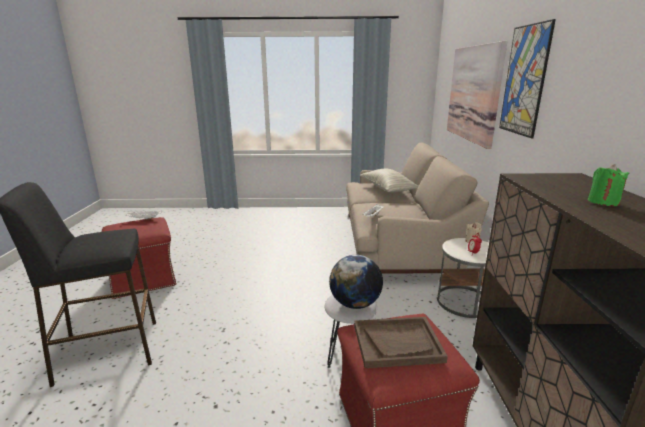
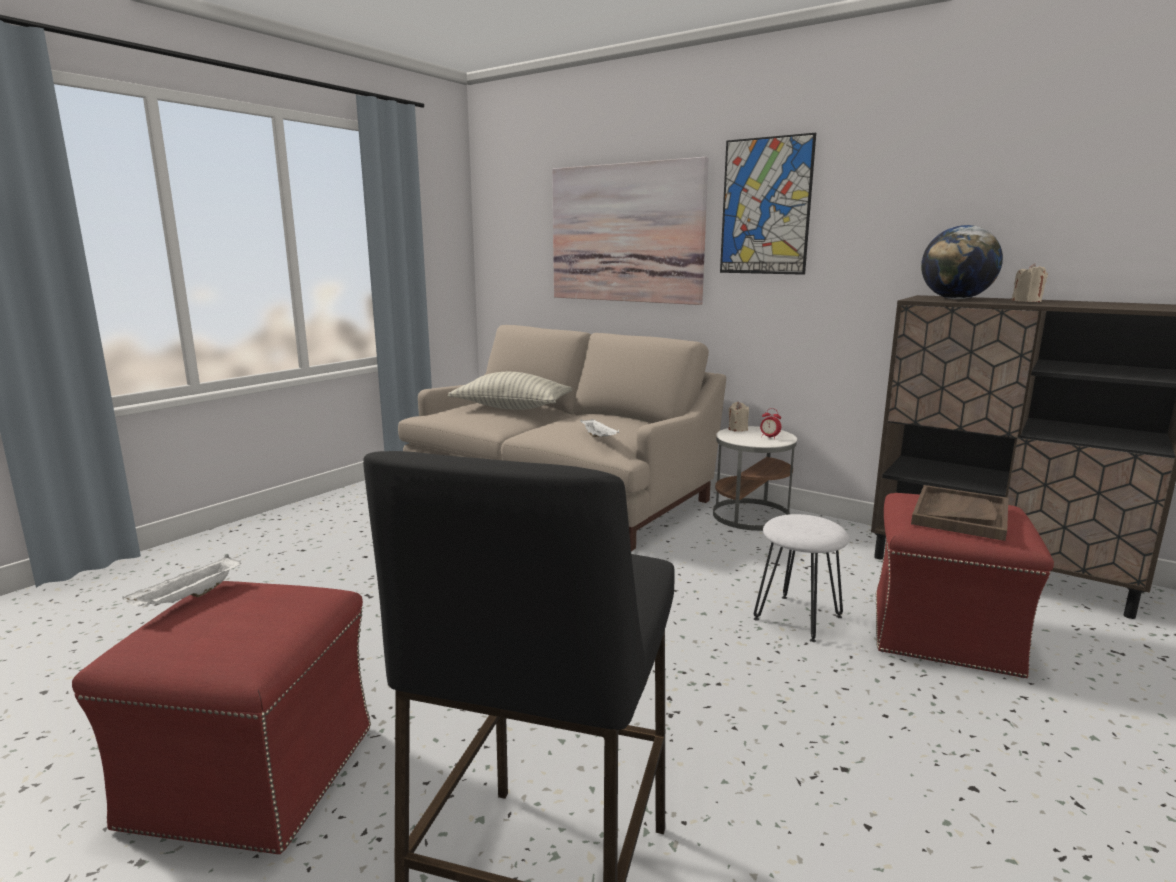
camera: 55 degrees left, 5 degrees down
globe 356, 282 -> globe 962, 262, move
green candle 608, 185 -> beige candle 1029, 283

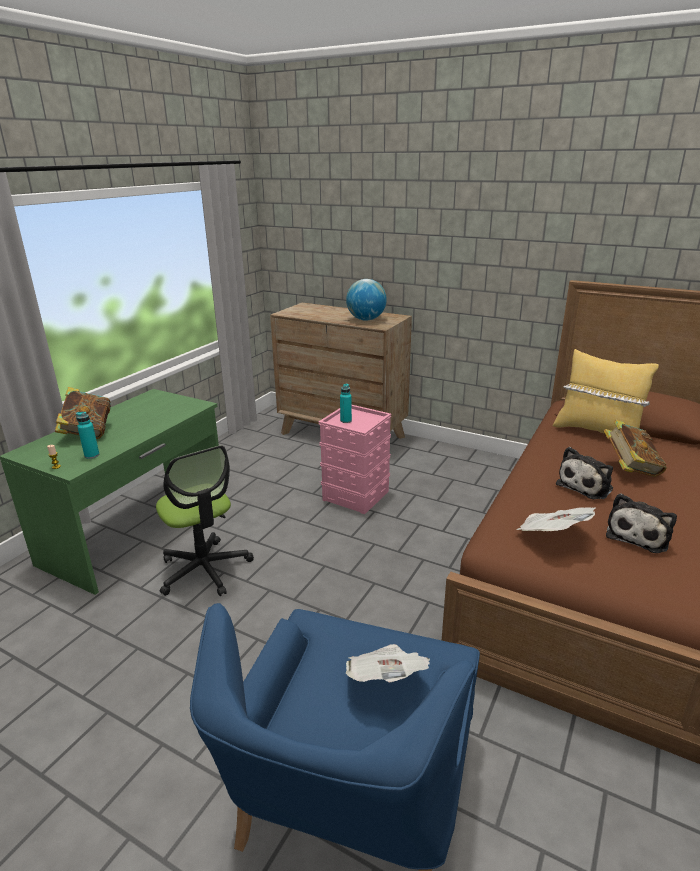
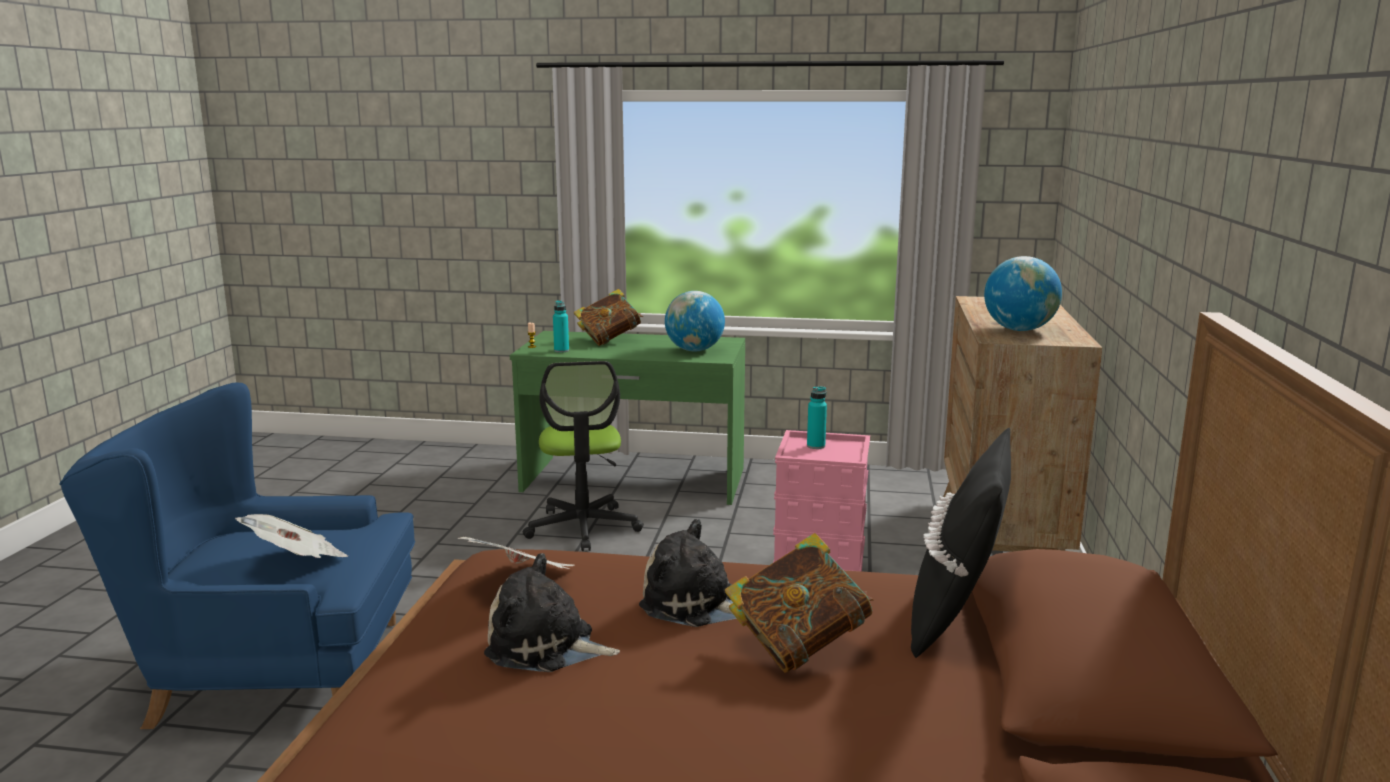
camera: 70 degrees right, 10 degrees down
office chair 205, 520 -> office chair 583, 456, 45 degrees counterclockwise
yellow pillow 606, 391 -> black pillow 961, 542
none -> globe 695, 321

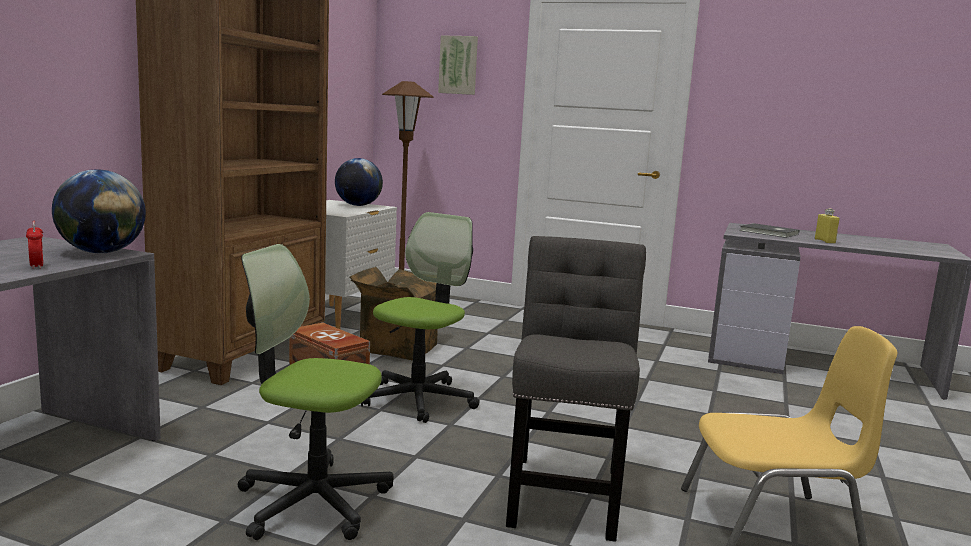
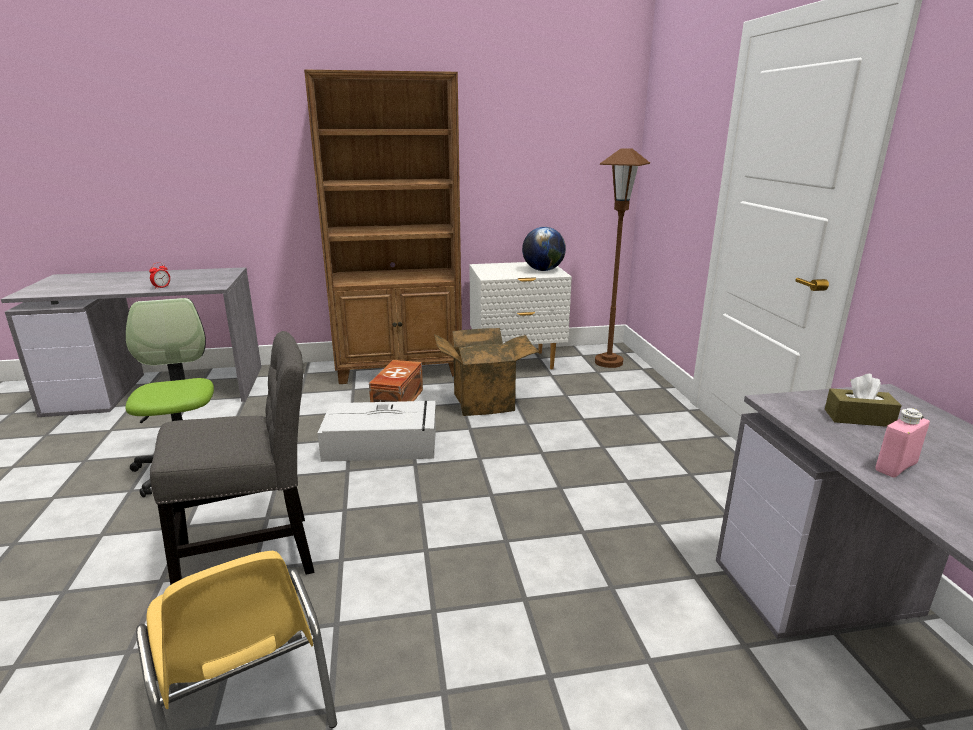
camera: 60 degrees right, 10 degrees up
globe 99, 211 -> none
office chair 420, 317 -> grey storage box 376, 431
picture 458, 65 -> none
grey book 769, 230 -> brown tissue box 863, 400
yellow bottle 827, 226 -> pink bottle 903, 443

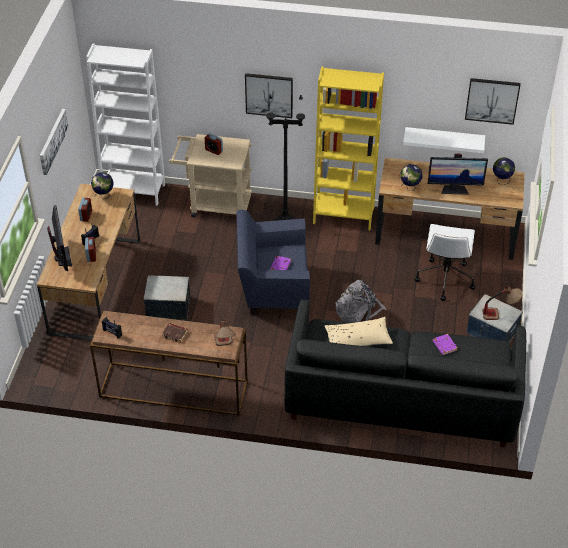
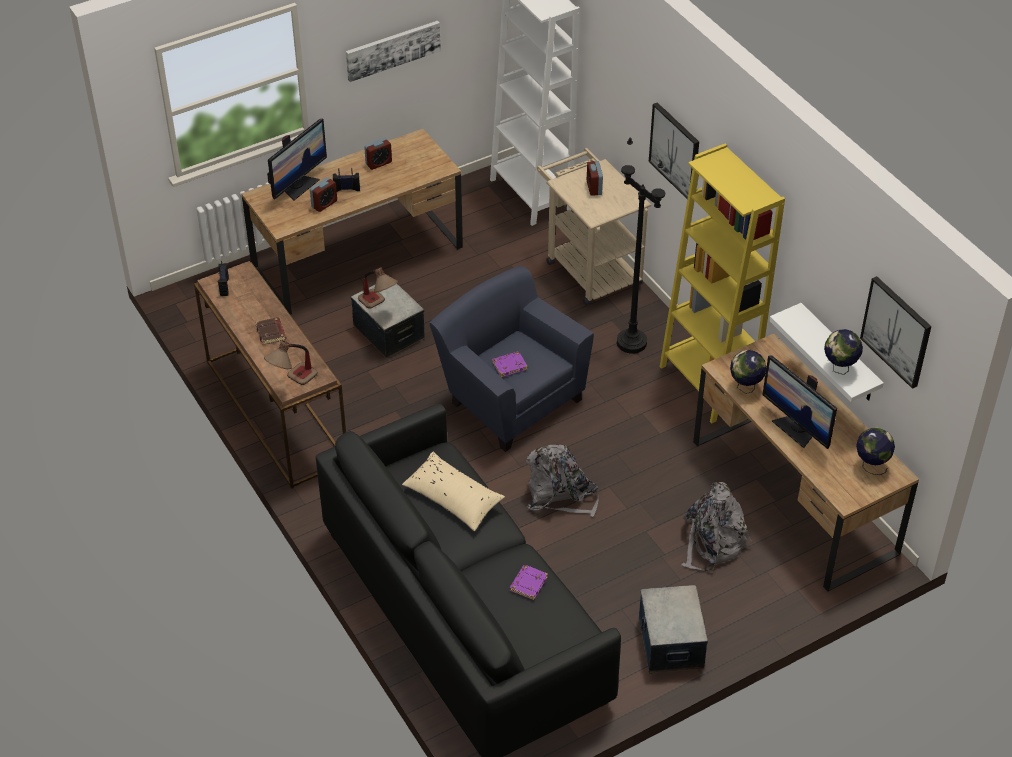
camera: 50 degrees right, 0 degrees up
globe 102, 185 -> globe 843, 352, move
white office chair 445, 262 -> grey backpack 716, 527
table lamp 502, 303 -> table lamp 378, 288, move

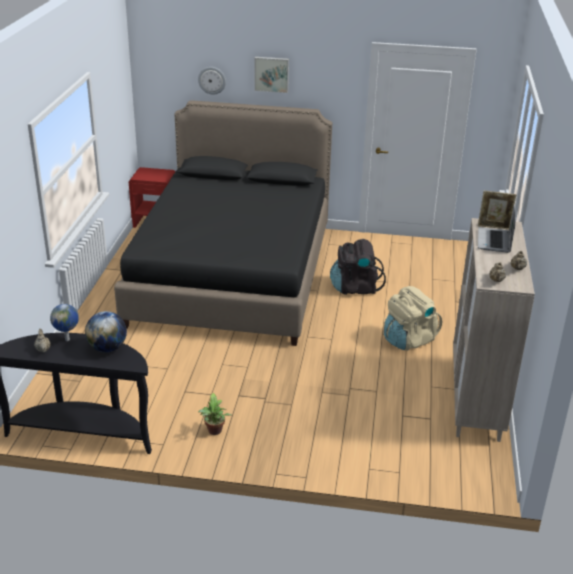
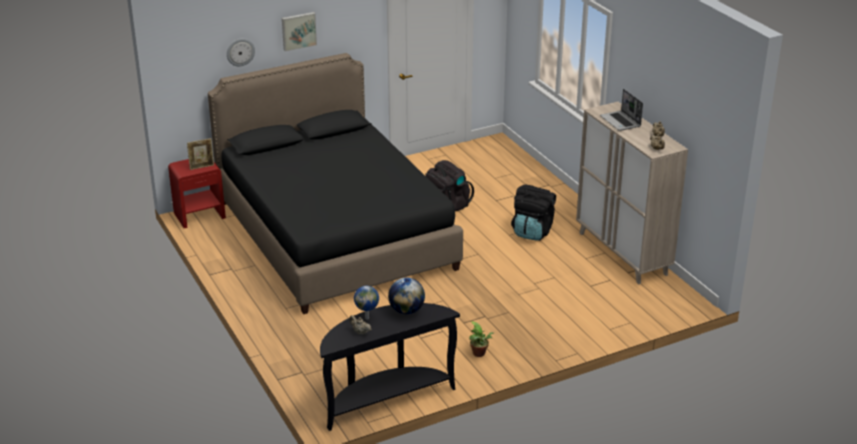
camera: 35 degrees left, 0 degrees up
beige backpack 413, 318 -> black backpack 533, 212
picture frame 497, 210 -> picture frame 200, 154, move

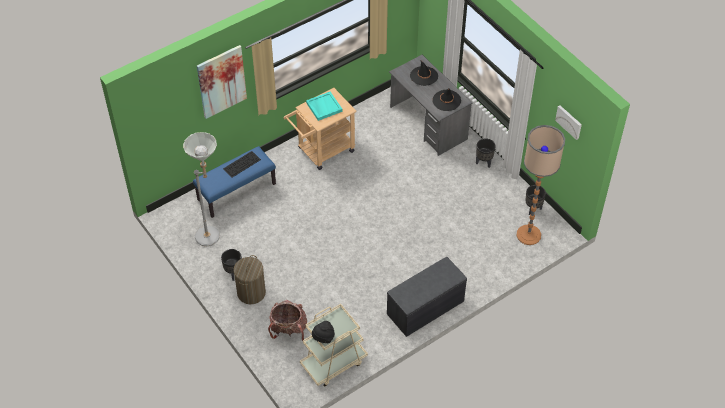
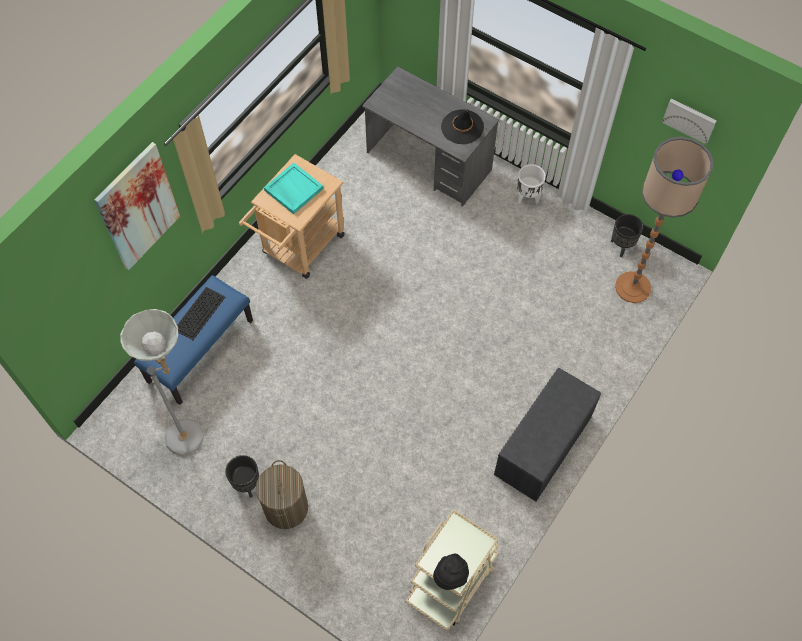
camera: 20 degrees left, 10 degrees up
backpack 287, 320 -> none
black hat 424, 73 -> none
black planter 486, 153 -> white planter 531, 184

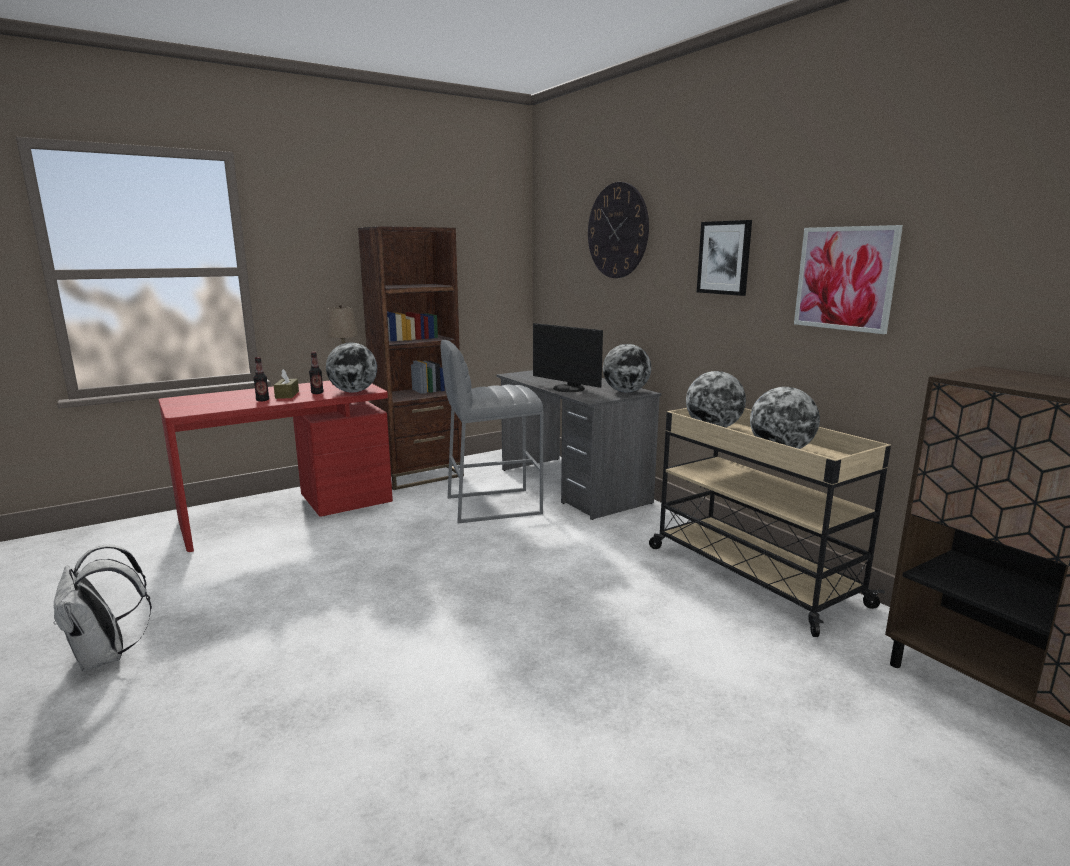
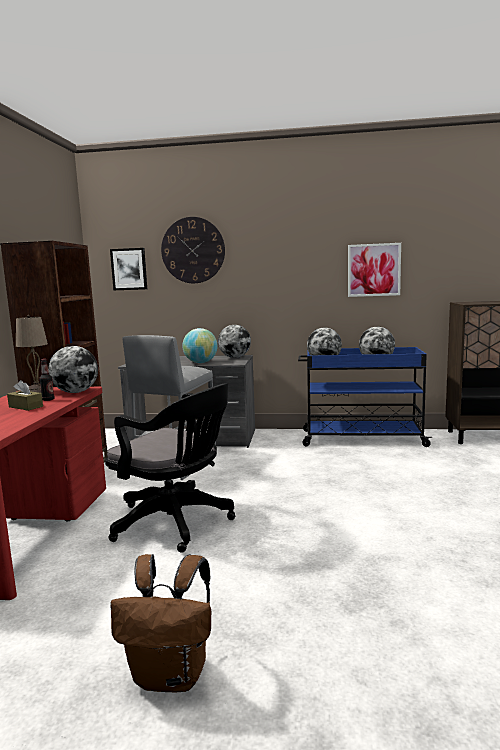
camera: 50 degrees left, 5 degrees down
white backpack 103, 607 -> brown backpack 160, 623
bottle 261, 379 -> none
monitor 568, 357 -> globe 200, 345
beige cart 770, 522 -> blue cart 365, 397
picture 724, 258 -> picture 128, 269, move
none -> black office chair 170, 468

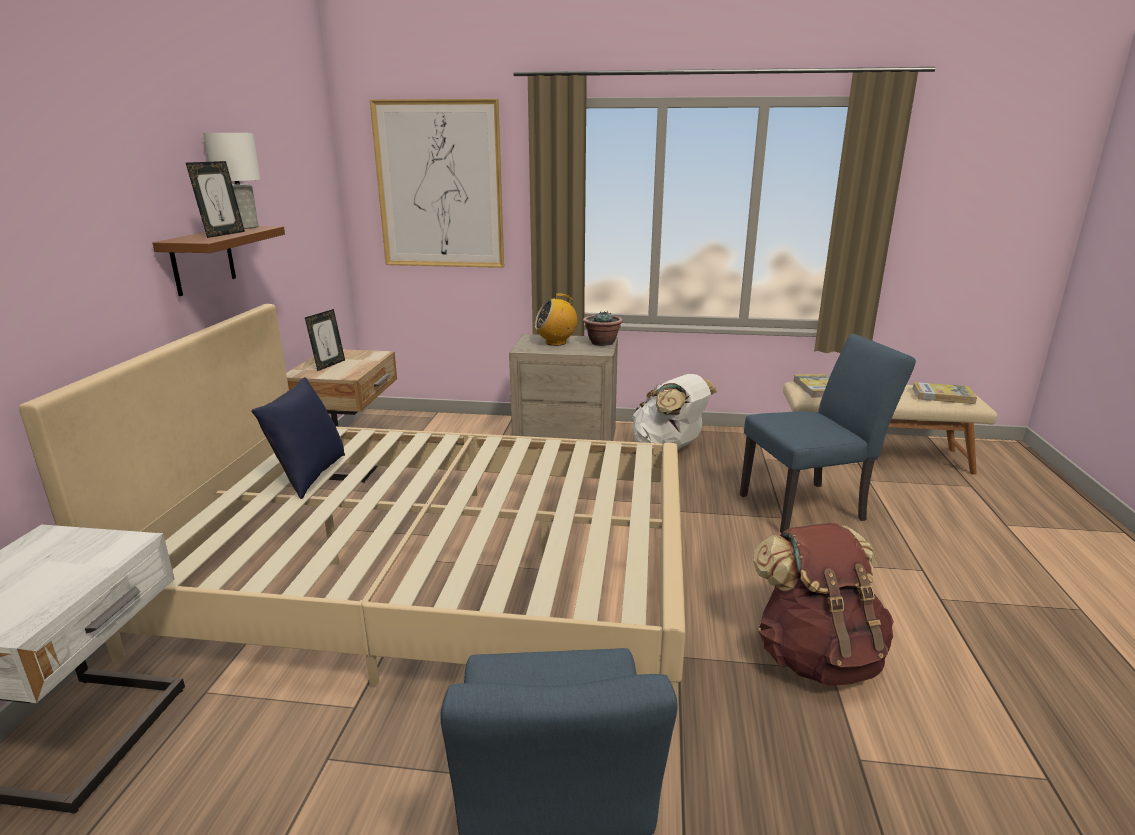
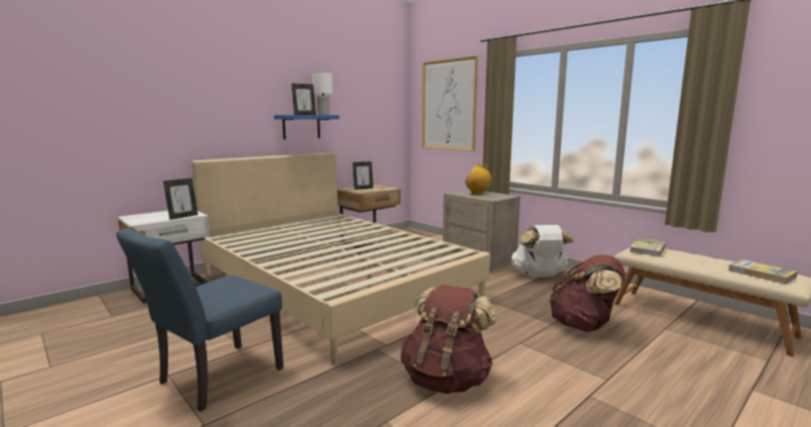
camera: 40 degrees right, 10 degrees down
brown shelf 219, 261 -> blue shelf 306, 127
blue pillow 298, 438 -> none
potted plant 603, 328 -> none
blue chair 828, 433 -> brown backpack 587, 293
none -> picture frame 180, 199

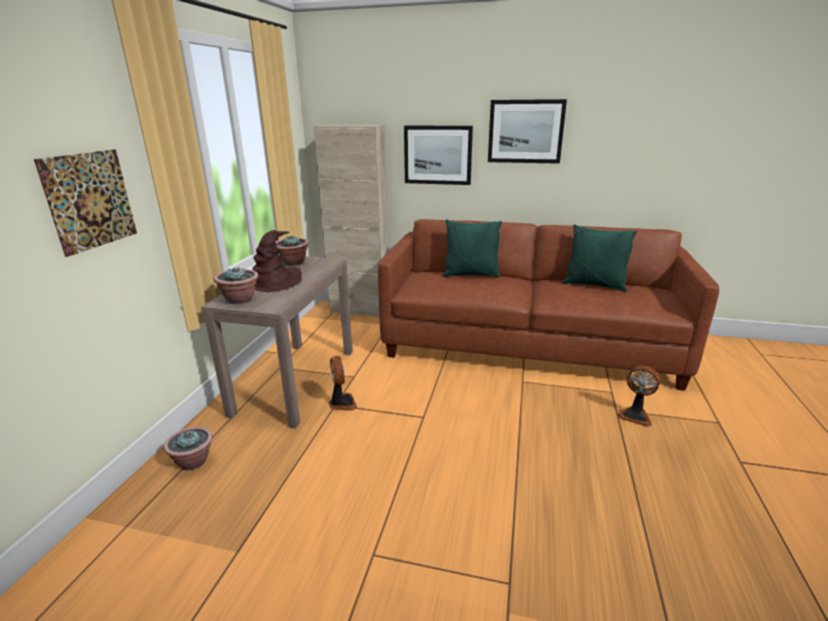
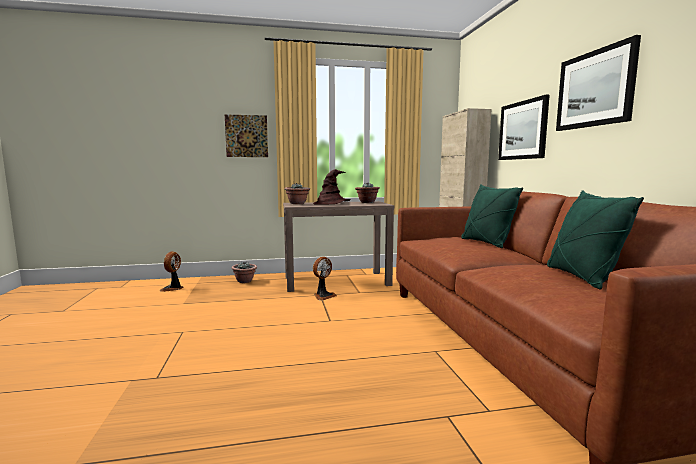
camera: 65 degrees right, 15 degrees down
fan 638, 396 -> fan 172, 271, move

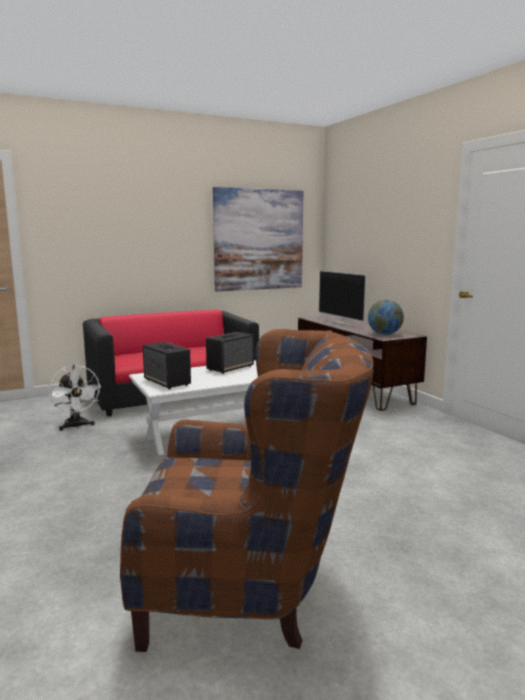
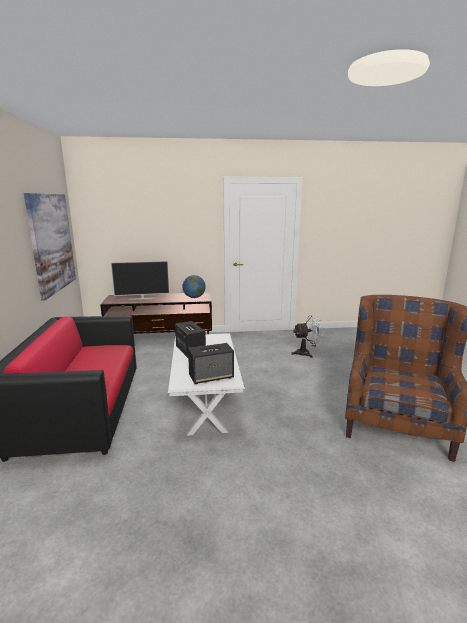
camera: 70 degrees left, 5 degrees up
white fan 74, 398 -> white fan 307, 336, move

